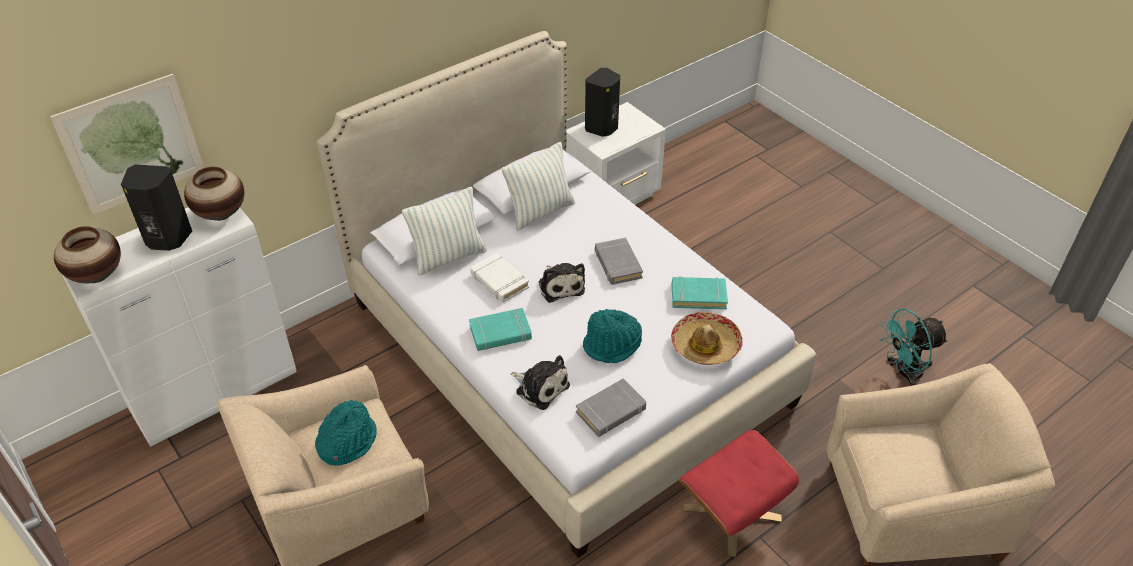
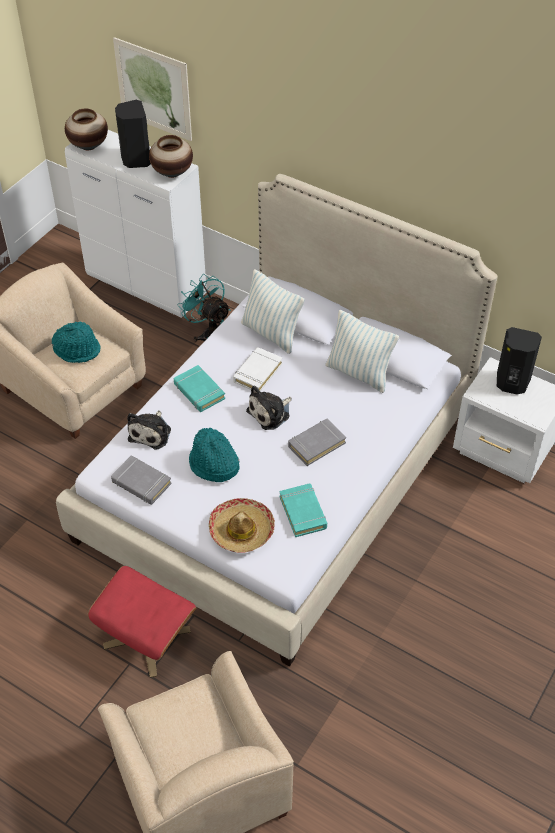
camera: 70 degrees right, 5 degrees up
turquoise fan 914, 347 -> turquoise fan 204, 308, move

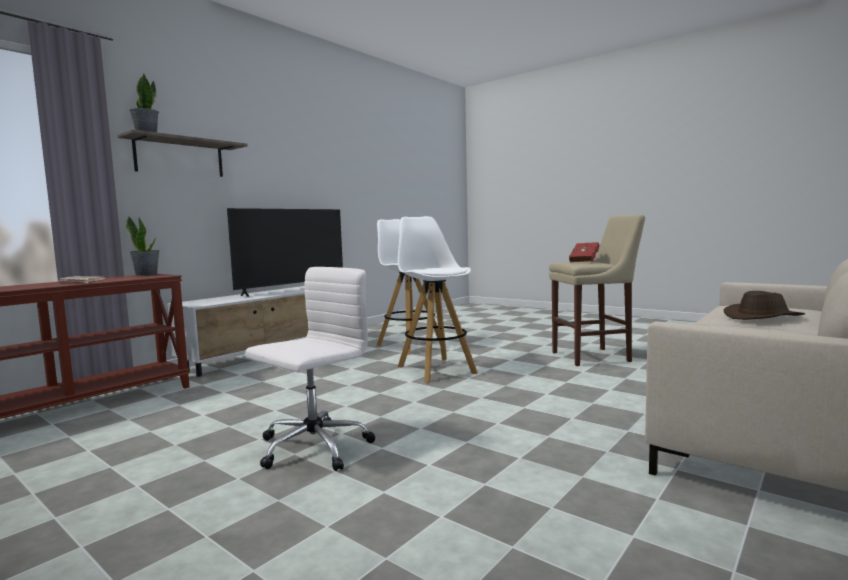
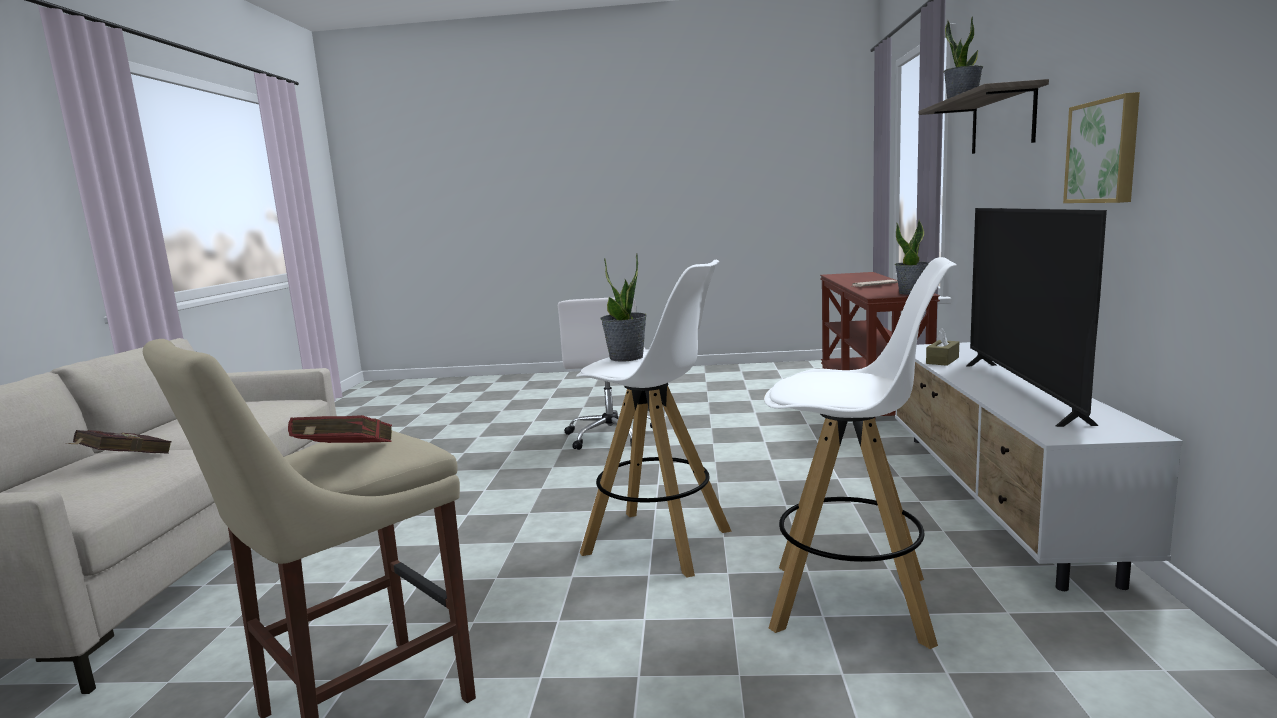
camera: 145 degrees right, 5 degrees up
brown hat 764, 305 -> red book 119, 442
none -> potted plant 623, 308
none -> brown tissue box 942, 347
none -> picture 1101, 147

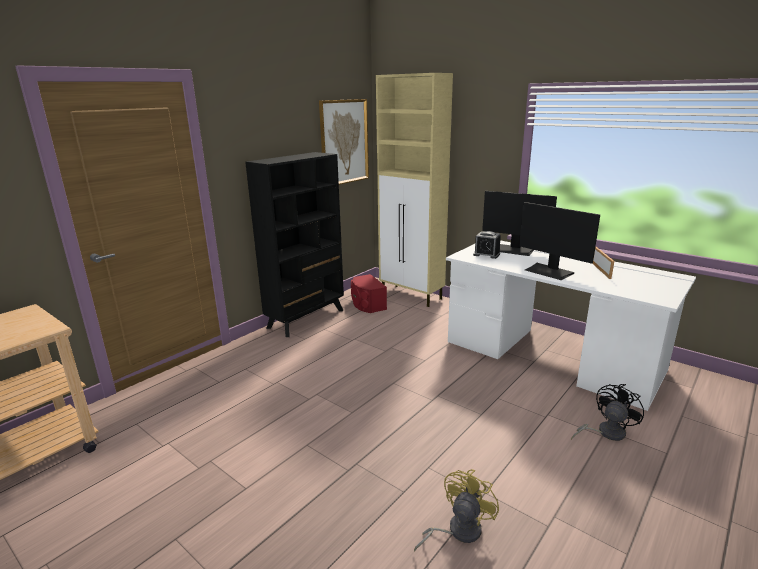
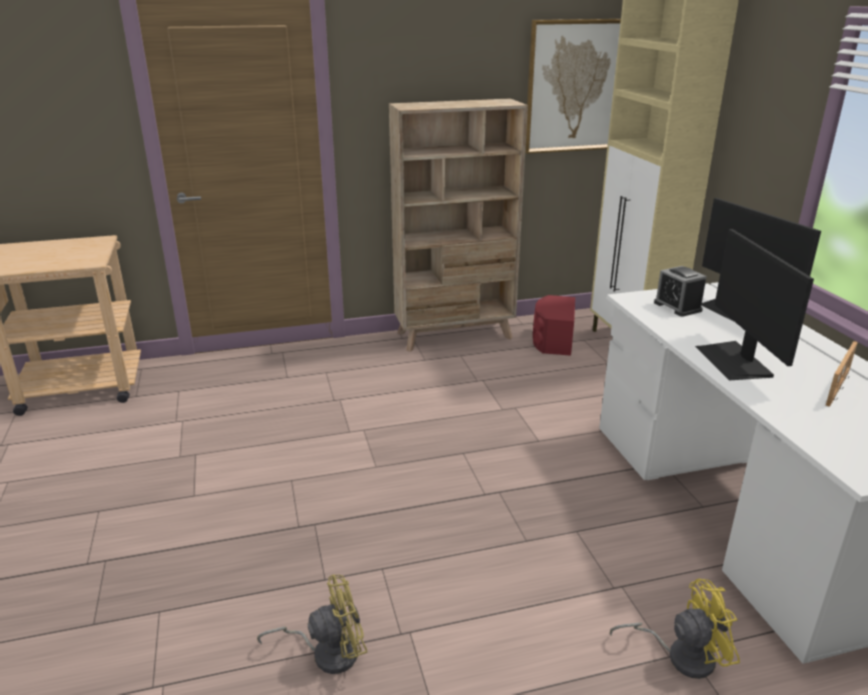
camera: 35 degrees right, 5 degrees up
black bookcase 294, 244 -> beige bookcase 458, 225
black fan 607, 412 -> yellow fan 675, 629

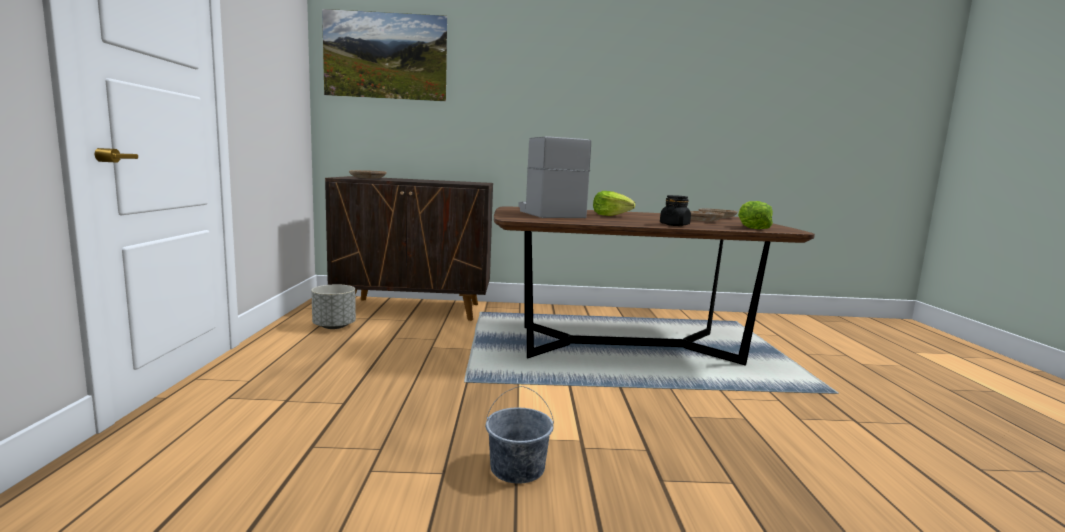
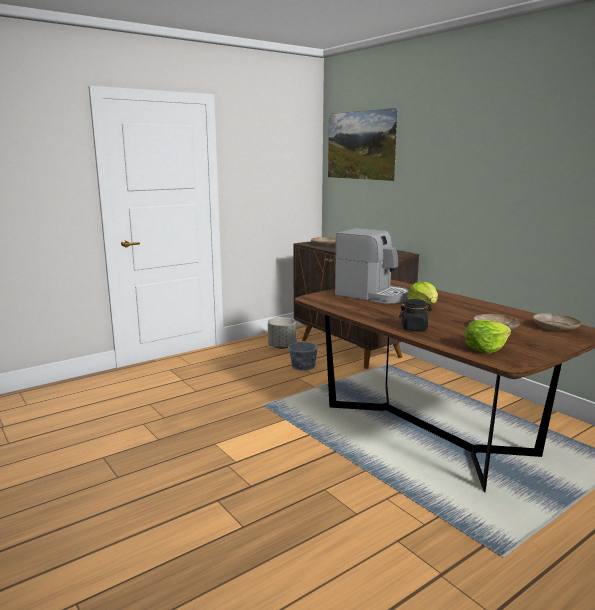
camera: 55 degrees right, 5 degrees up
grey bucket 519, 435 -> grey bucket 303, 350, move
coffee machine 554, 177 -> coffee machine 371, 266, 90 degrees clockwise

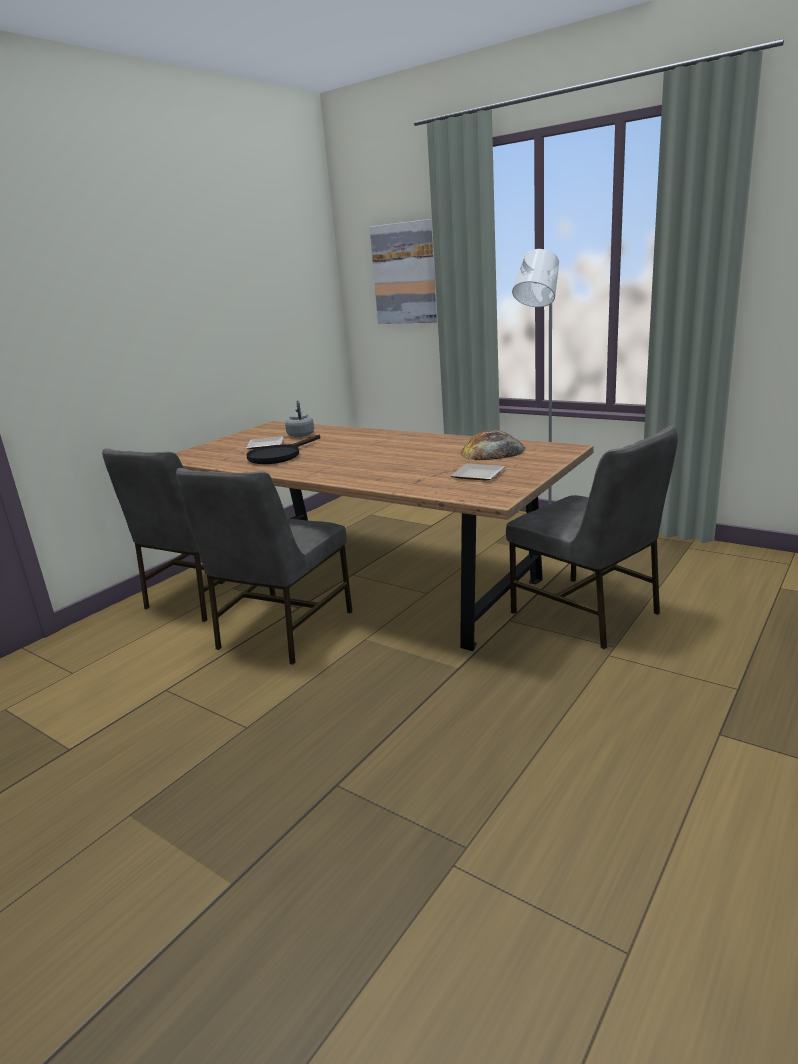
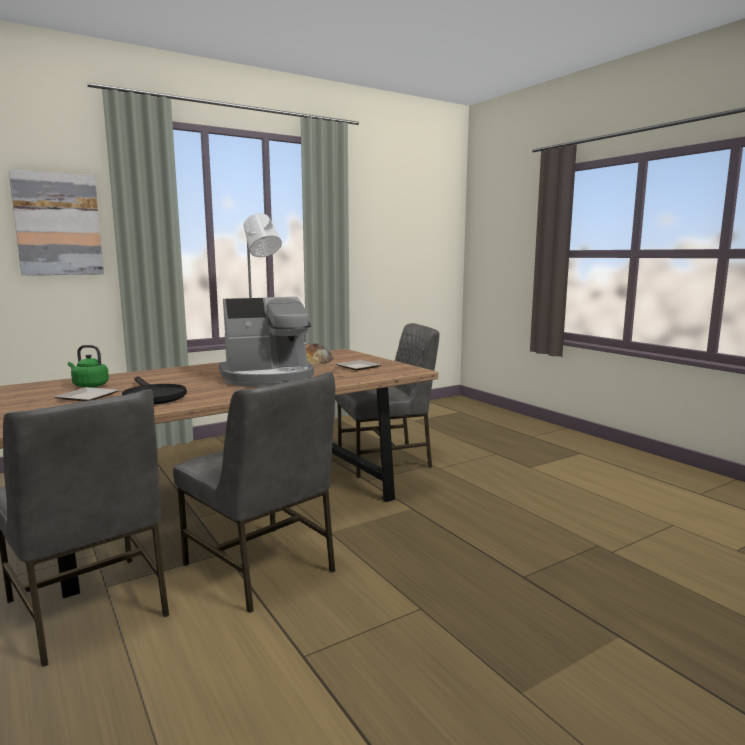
camera: 70 degrees left, 10 degrees down
grey kettle 299, 418 -> green kettle 88, 366
none -> coffee machine 266, 342

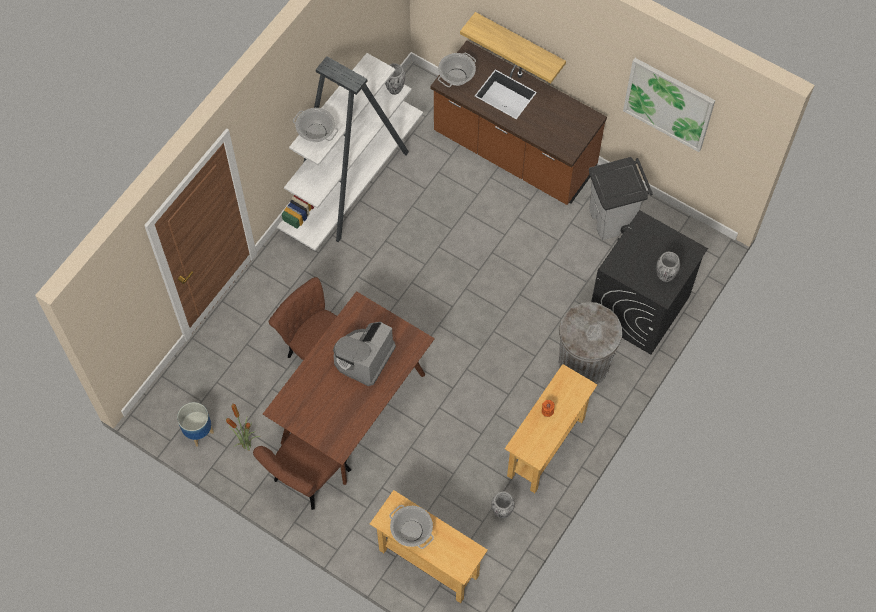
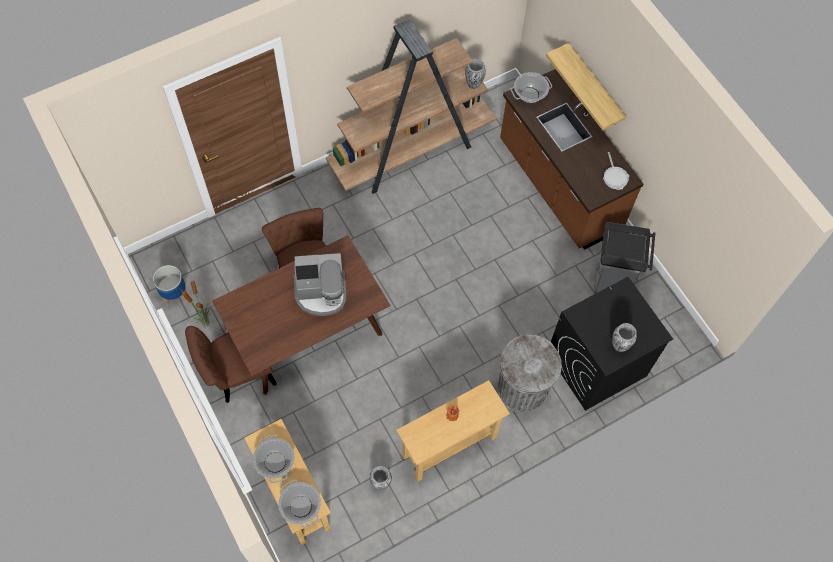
camera: 25 degrees right, 0 degrees up
white bookcase 350, 152 -> brown bookcase 411, 106
cooking pot 315, 125 -> cooking pot 299, 503, move
coffee machine 364, 354 -> coffee machine 320, 284, 150 degrees counterclockwise
picture 669, 105 -> none
none -> frying pan 616, 171

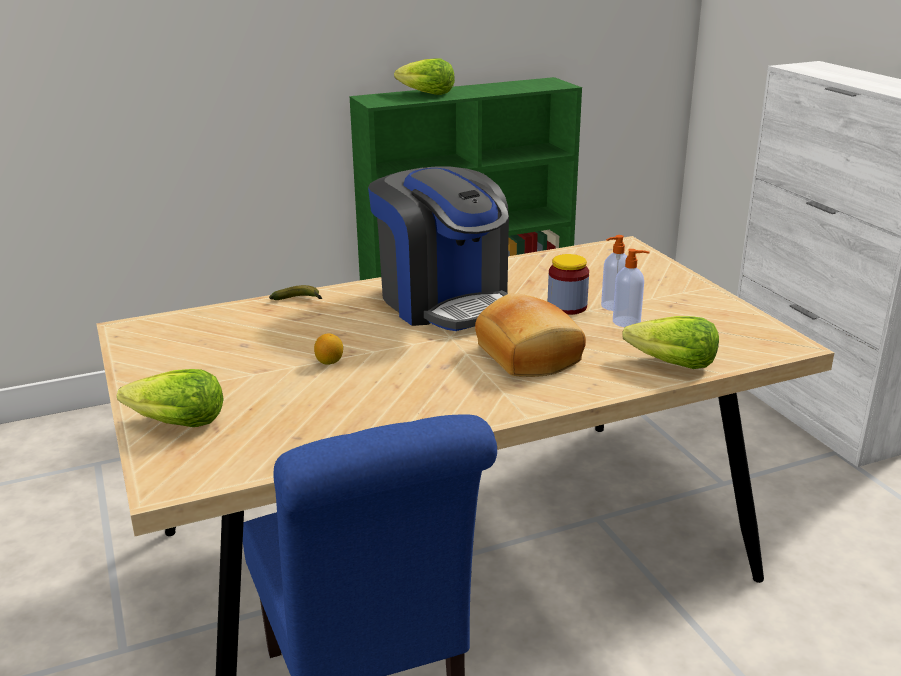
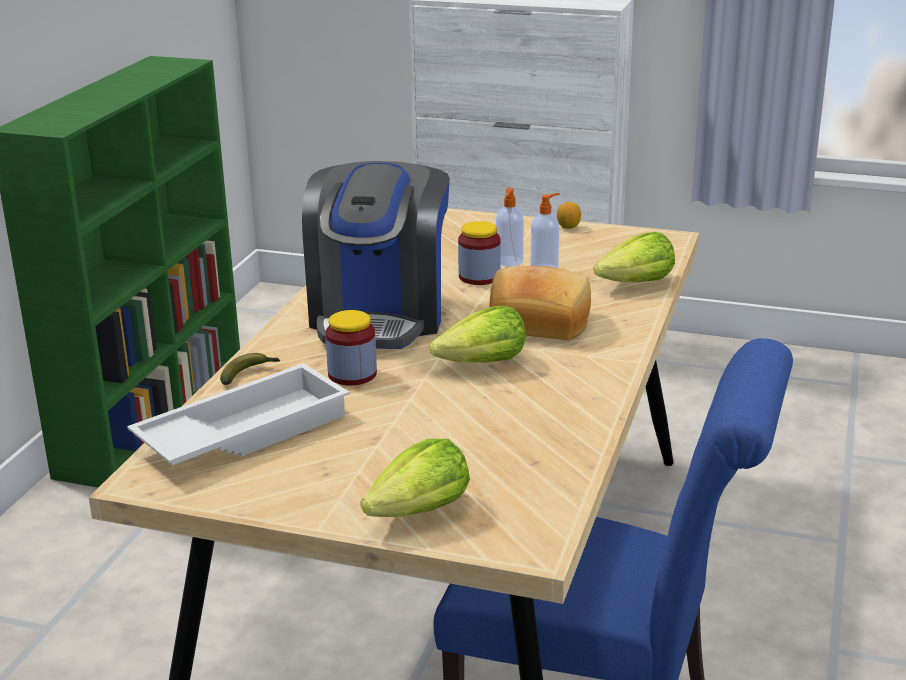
camera: 50 degrees left, 0 degrees up
lemon 328, 349 -> lemon 569, 215, move
coffee machine 438, 248 -> coffee machine 376, 255, 90 degrees clockwise
lettuce 424, 76 -> lettuce 478, 334, move
none -> white tray 238, 414
none -> jar 351, 347

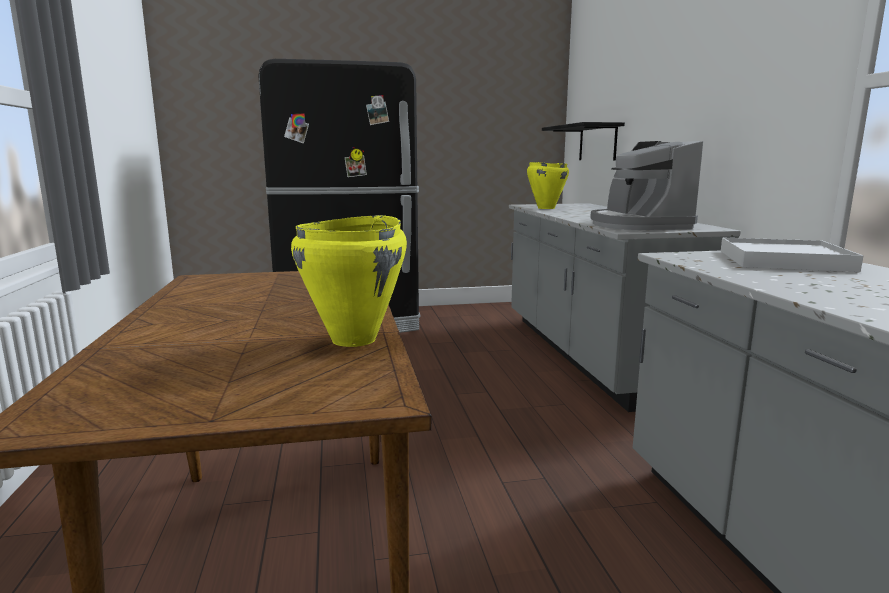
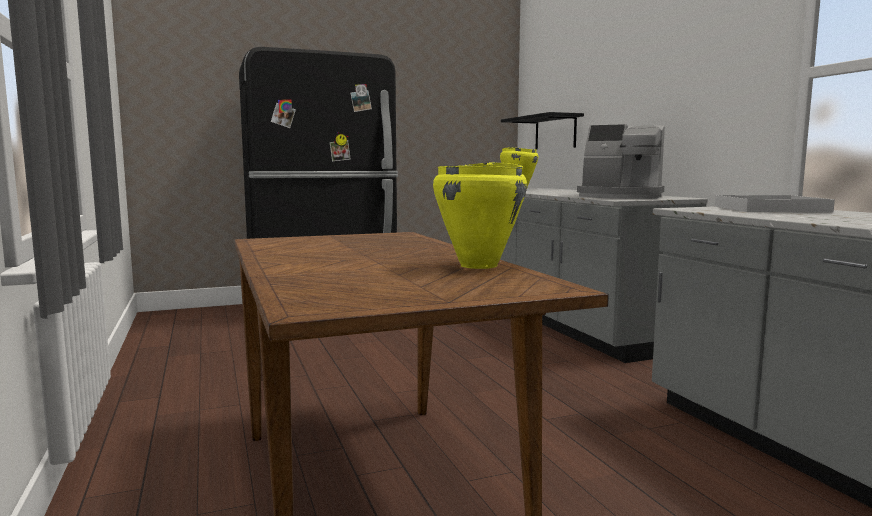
camera: 10 degrees left, 5 degrees down
coffee machine 646, 185 -> coffee machine 621, 161, 45 degrees counterclockwise

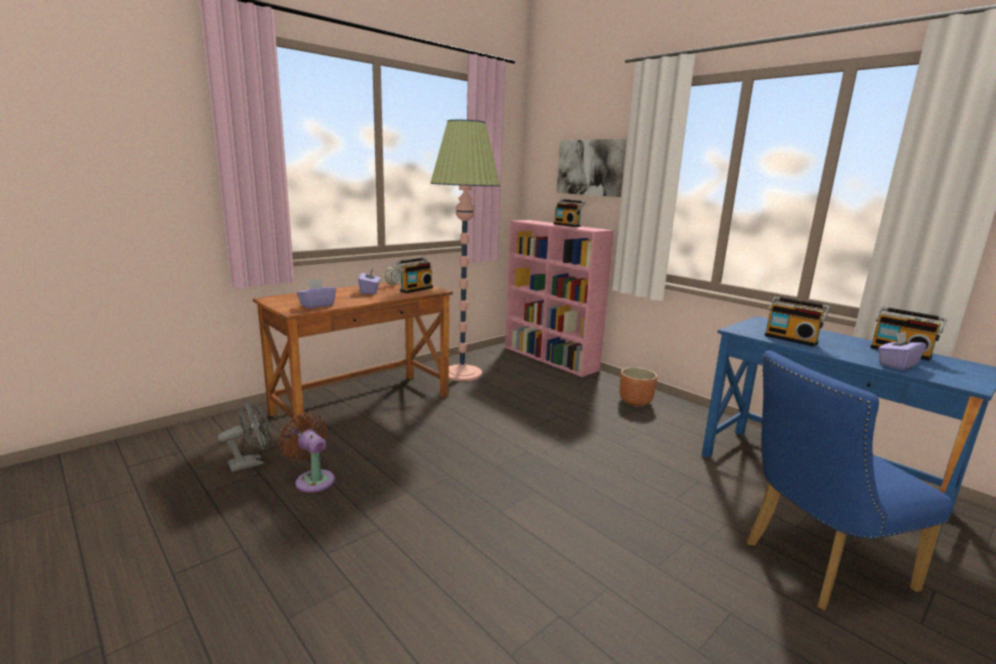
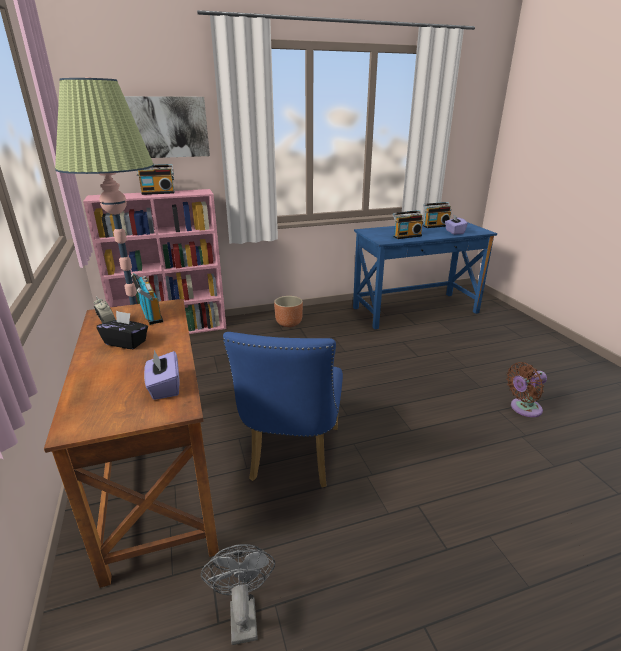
camera: 65 degrees left, 10 degrees up
brown fan 307, 452 -> brown fan 526, 389, move
purple tissue box 369, 281 -> black tissue box 122, 330
blue chair 850, 480 -> blue chair 283, 410, move

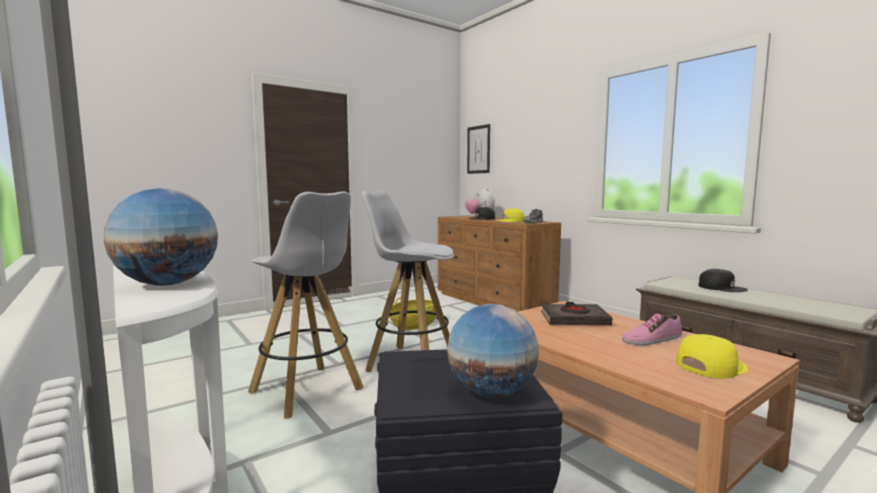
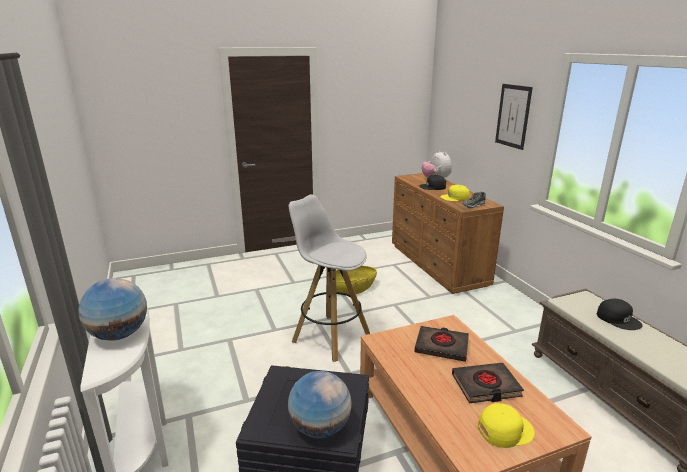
camera: 15 degrees right, 15 degrees up
white stool 305, 305 -> none
picture 478, 149 -> picture 514, 117, move
shoe 652, 329 -> black book 488, 383

